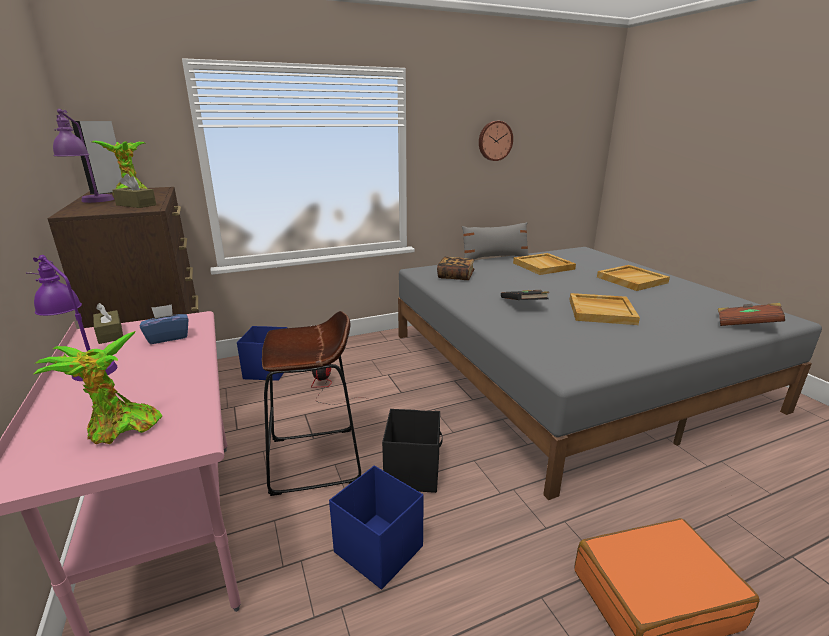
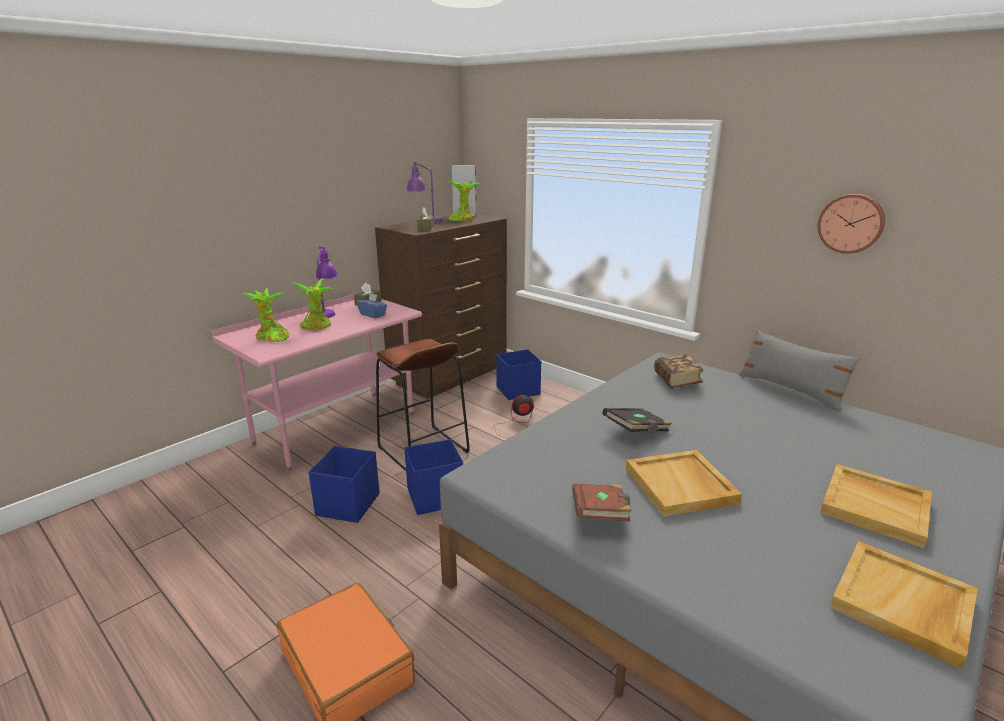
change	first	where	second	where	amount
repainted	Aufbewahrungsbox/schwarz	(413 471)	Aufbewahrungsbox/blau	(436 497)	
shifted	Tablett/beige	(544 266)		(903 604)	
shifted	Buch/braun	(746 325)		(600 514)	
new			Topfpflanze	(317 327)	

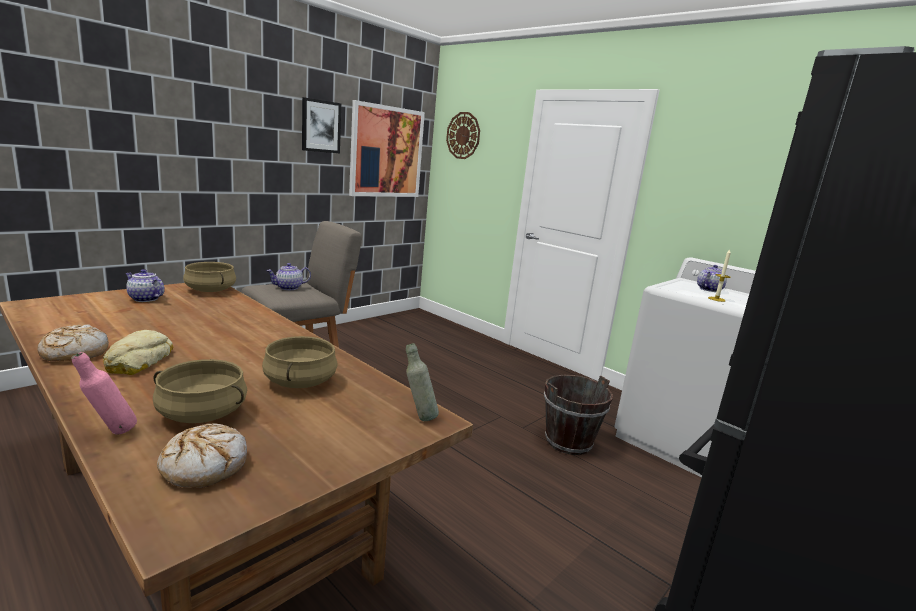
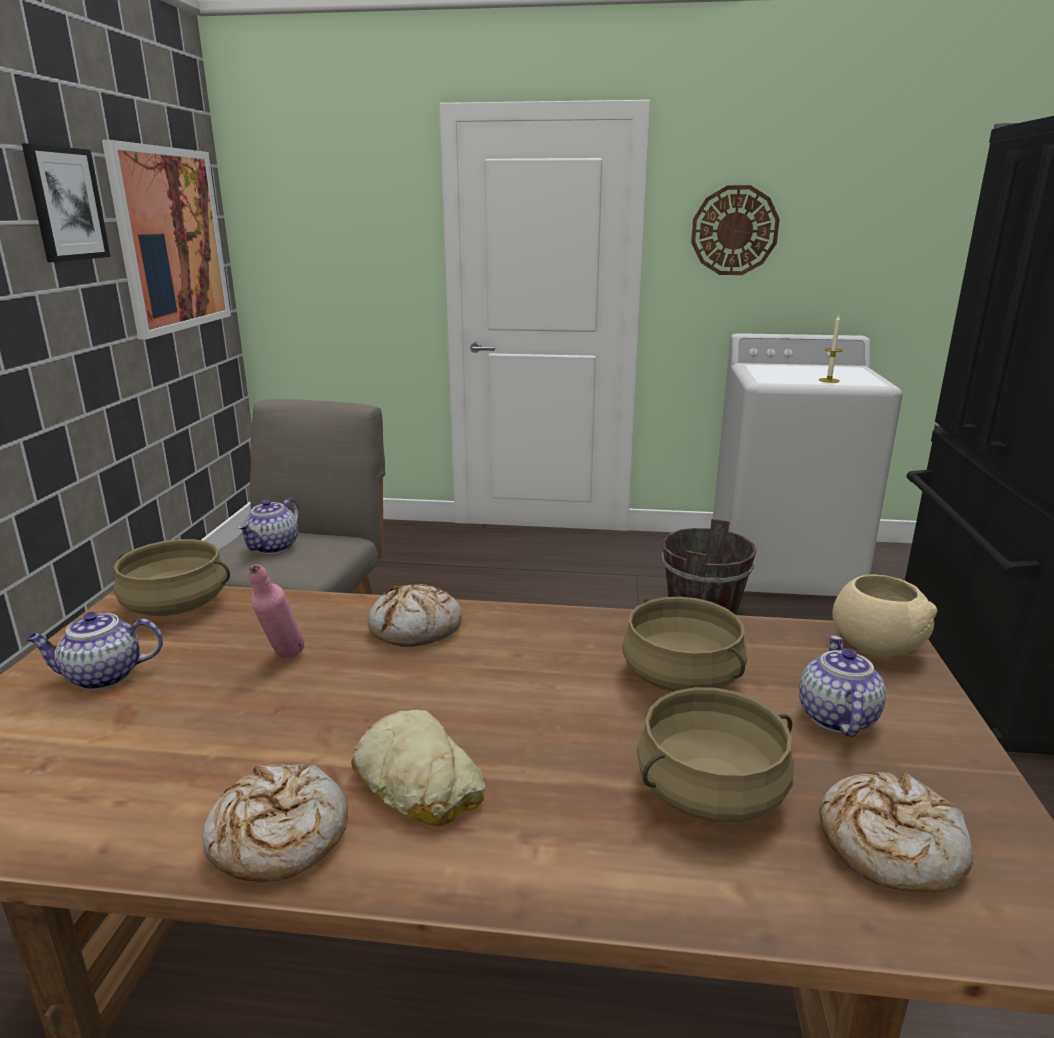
change	first	where	second	where	amount
shifted	Flasche/rosa	(110 434)		(282 661)	
swapped	Flasche/grau	(419 417)	Schüssel/beige	(875 647)	
shifted	Wanduhr	(463 135)		(734 231)	
shifted	Teekanne	(709 289)		(835 717)	
new			Brot	(416 628)	

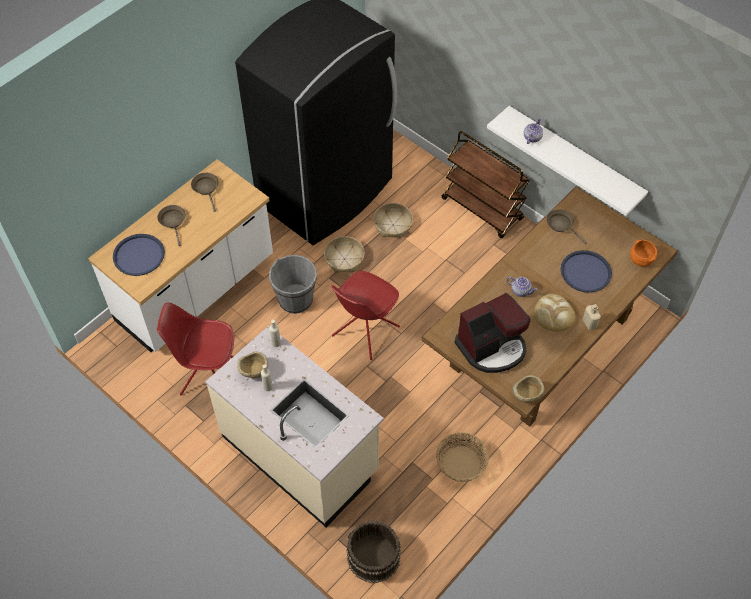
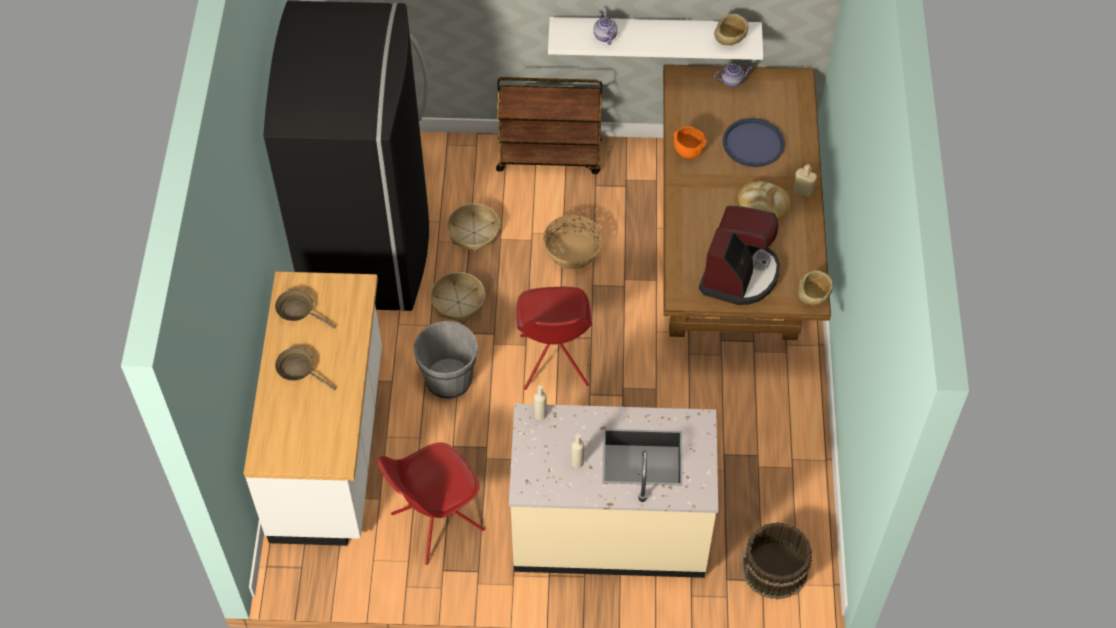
change	first	where	second	where	amount
gone	Tablett/blau	(139 255)			
shifted	Schüssel/beige	(254 372)		(730 41)	
shifted	Korb	(461 464)		(573 251)	
shifted	Teekanne	(520 290)		(731 81)	
gone	Pfanne/braun	(561 225)			
shifted	Schüssel/orange	(640 259)		(687 151)	

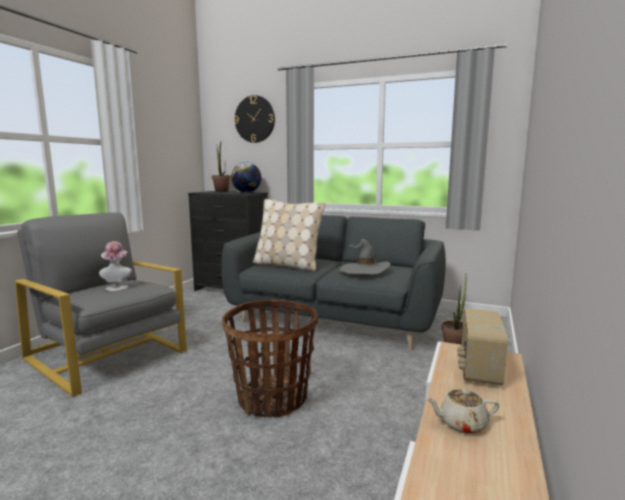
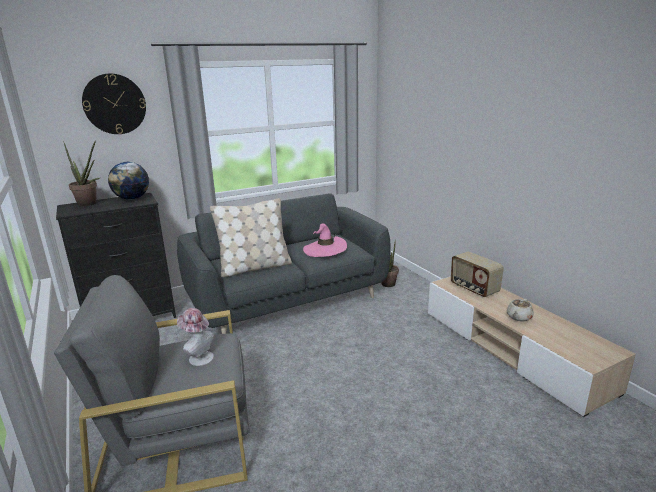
change	first	where	second	where	amount
gone	Korb	(272 399)			
repainted	Hut/grau	(364 271)	Hut/rosa	(325 249)	

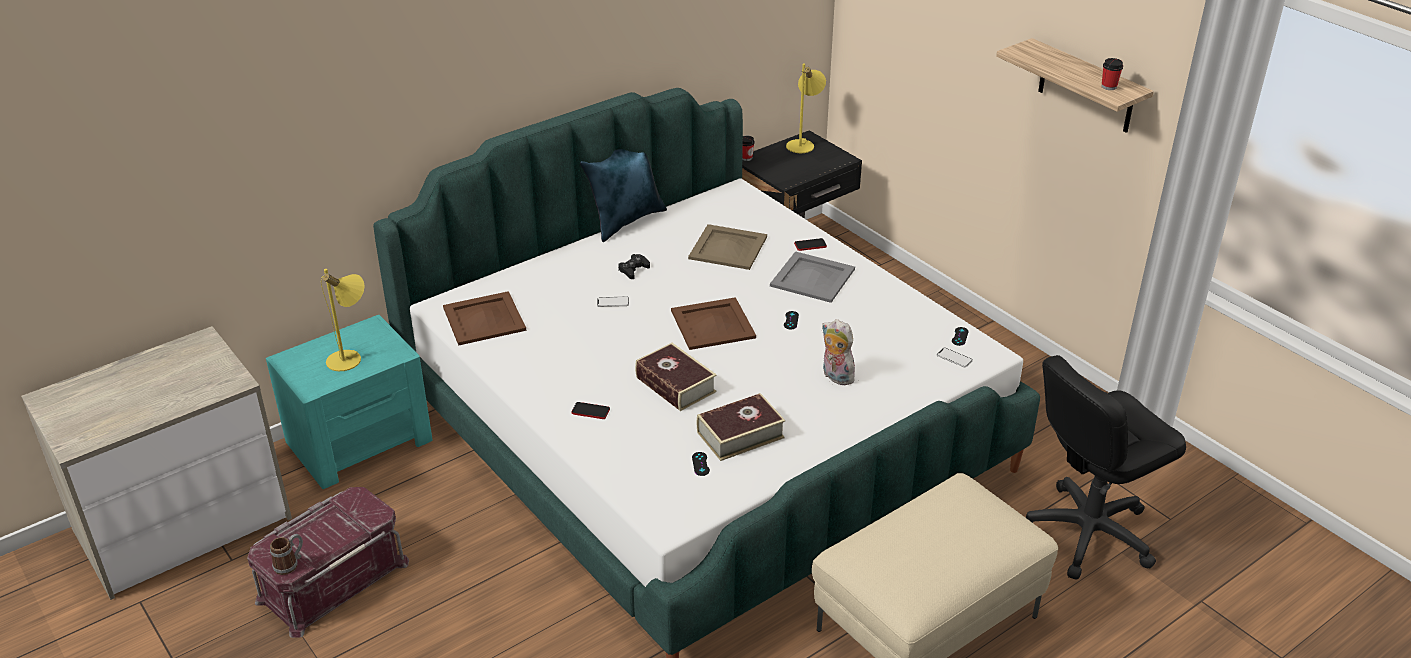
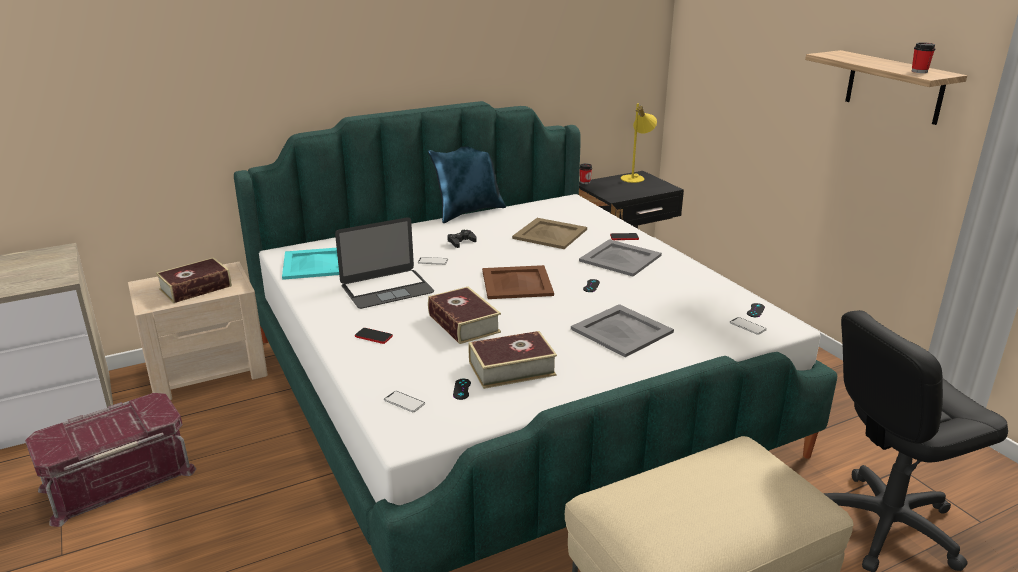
change	first	where	second	where	amount
repainted	Nachttisch/türkis	(360 441)	Nachttisch/beige	(207 370)	
gone	Henkelbecher	(290 564)			
swapped	Tischlampe/gelb	(350 358)	Buch	(195 288)	
repainted	Tablett/braun	(484 318)	Tablett/türkis	(316 263)	
swapped	Plüschtier	(835 377)	Tablett/grau	(622 331)	
new			Laptop	(387 289)	
new			Handy	(404 402)	

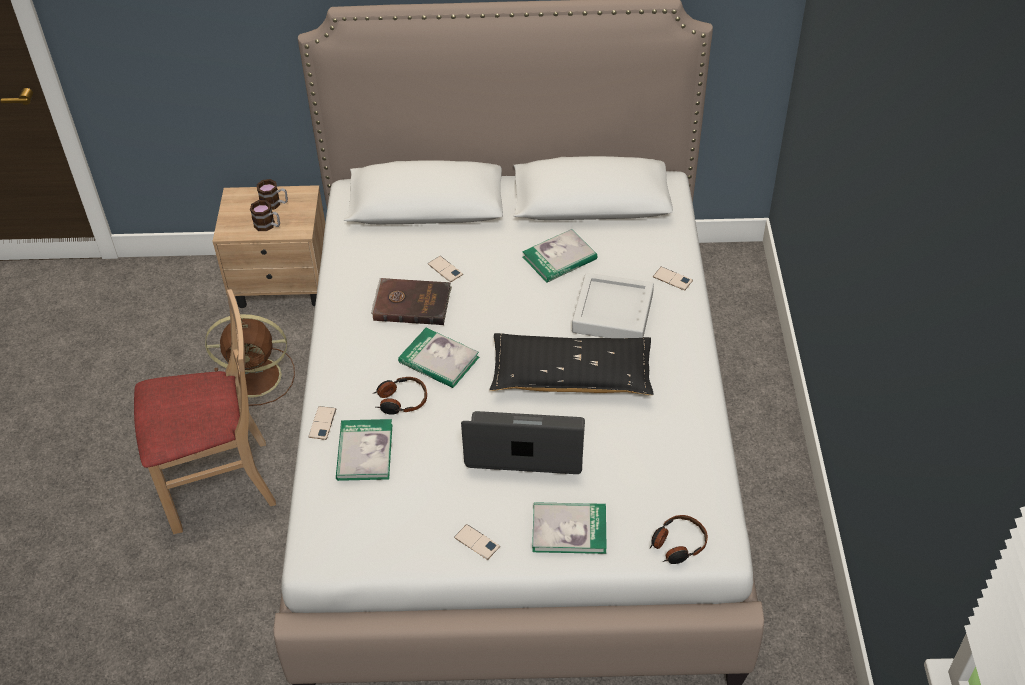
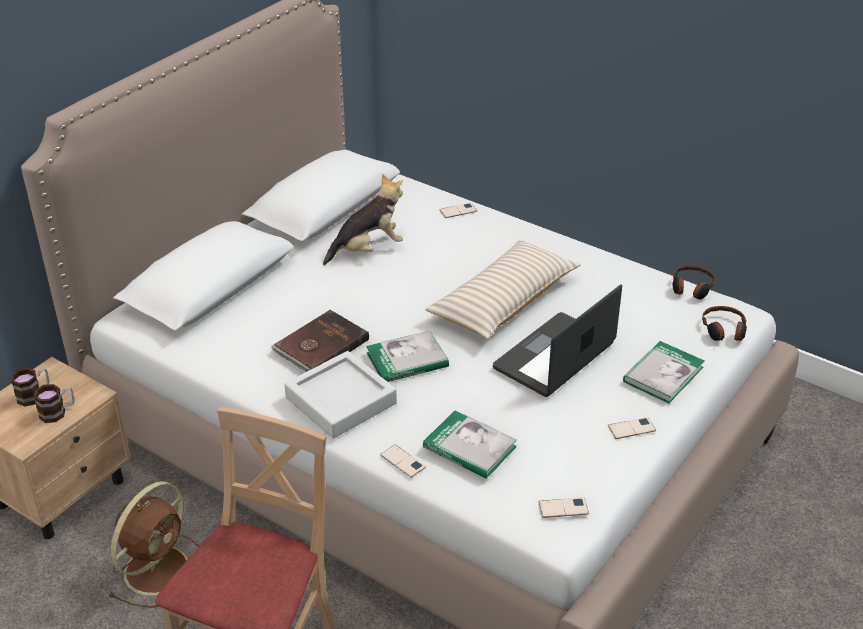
change	first	where	second	where	amount
shifted	Kopfhörer	(401 401)		(691 288)	
shifted	Handy	(445 269)		(563 508)	
repainted	Kissen/schwarz	(571 376)	Kissen/beige	(504 302)	
swapped	Buch	(559 258)	Plüschtier	(368 249)	
shifted	Tablett/grau	(612 313)		(341 400)	

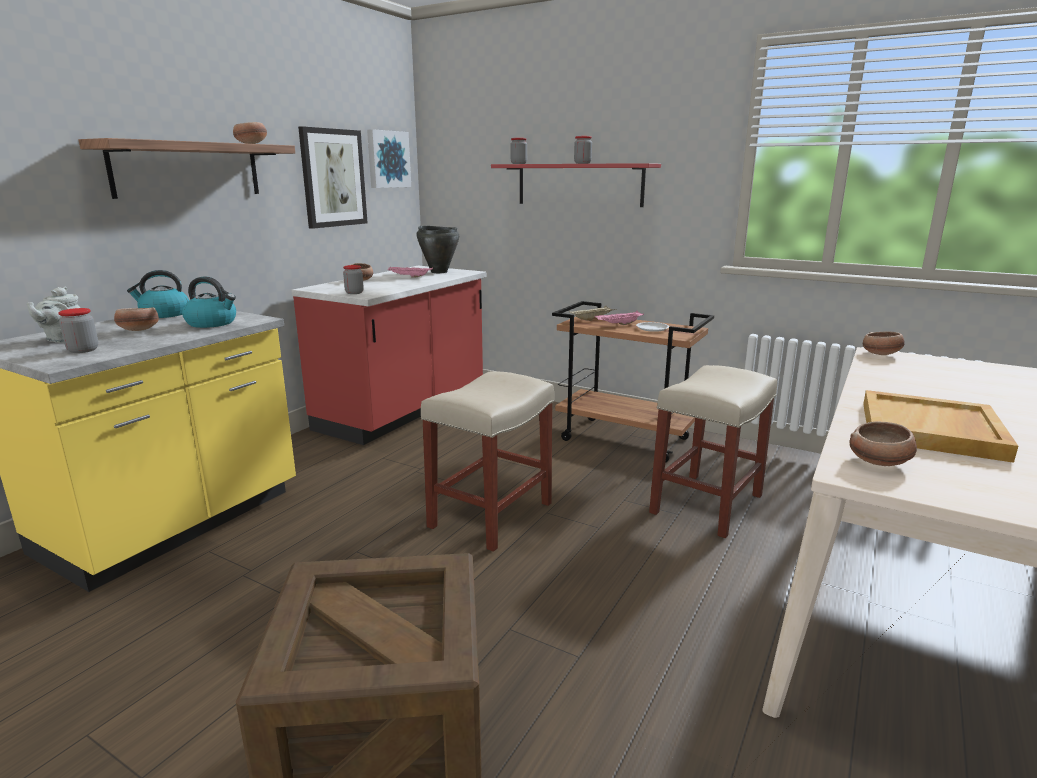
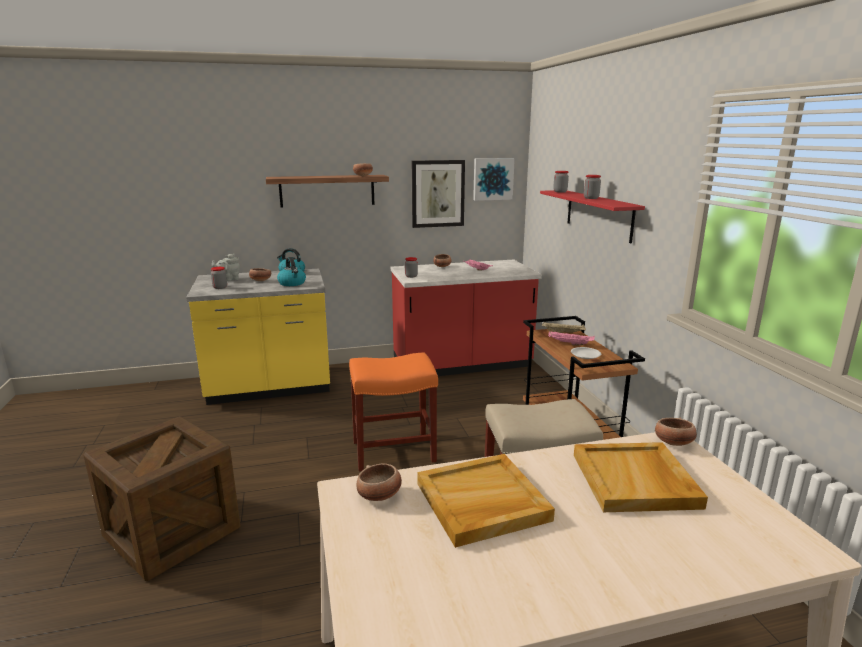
change	first	where	second	where	amount
gone	Kochtopf/schwarz	(439 272)			
repainted	Hocker/beige	(491 514)	Hocker/orange	(395 451)	
new			Tablett/beige	(635 480)	

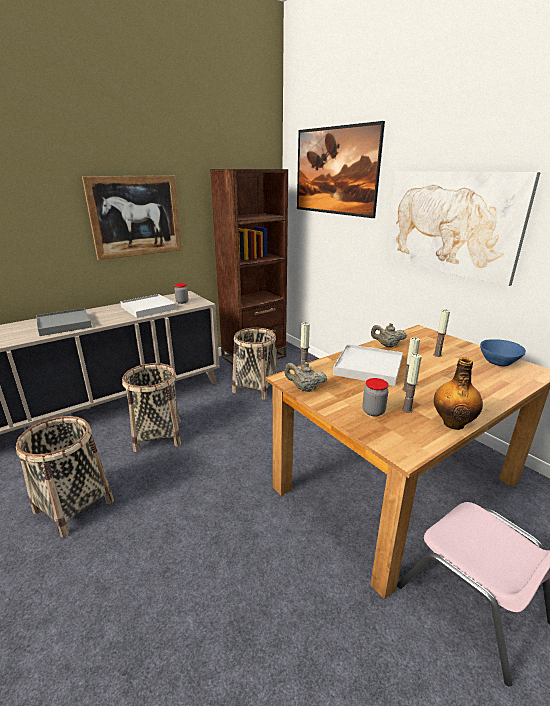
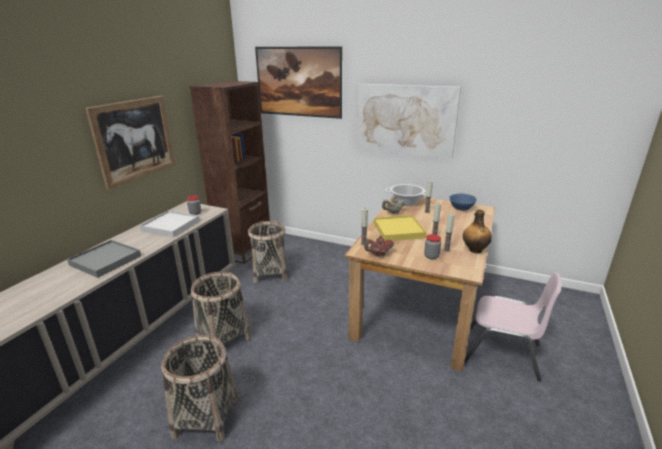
change	first	where	second	where	amount
repainted	Teekanne/beige	(304 389)	Teekanne/rot	(378 255)	
repainted	Tablett/weiß	(368 367)	Tablett/gelb	(398 230)	
new			Kochtopf	(406 202)	

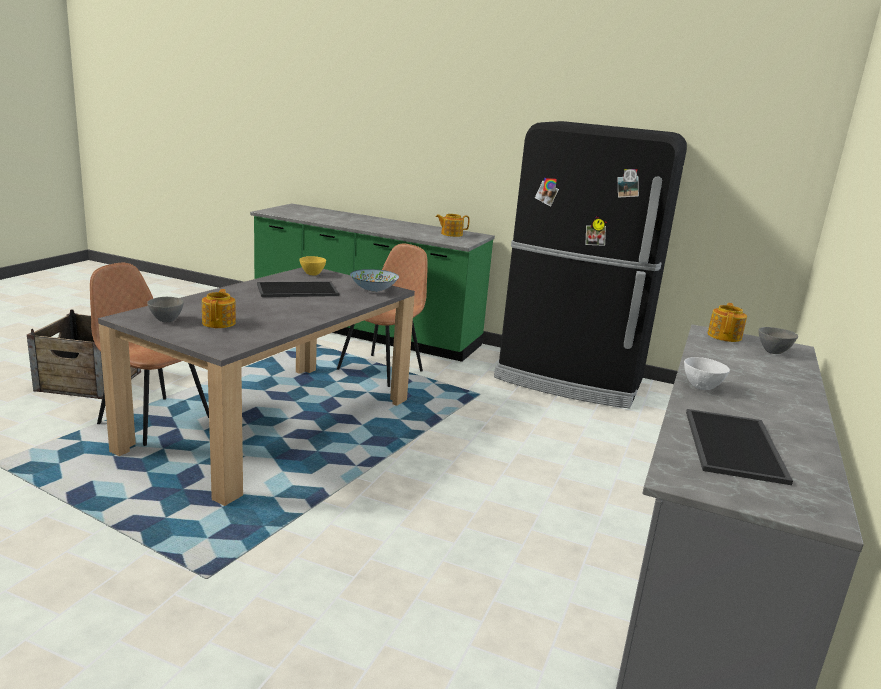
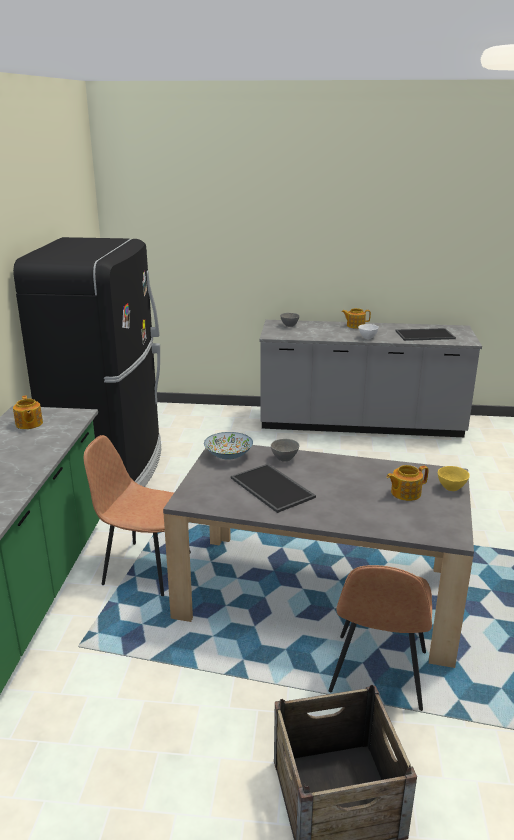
change	first	where	second	where	amount
shifted	Schüssel/grau	(166 320)		(284 459)	
shifted	Schüssel/gelb	(312 274)		(451 488)	
shifted	Teekanne	(725 336)		(355 325)	

